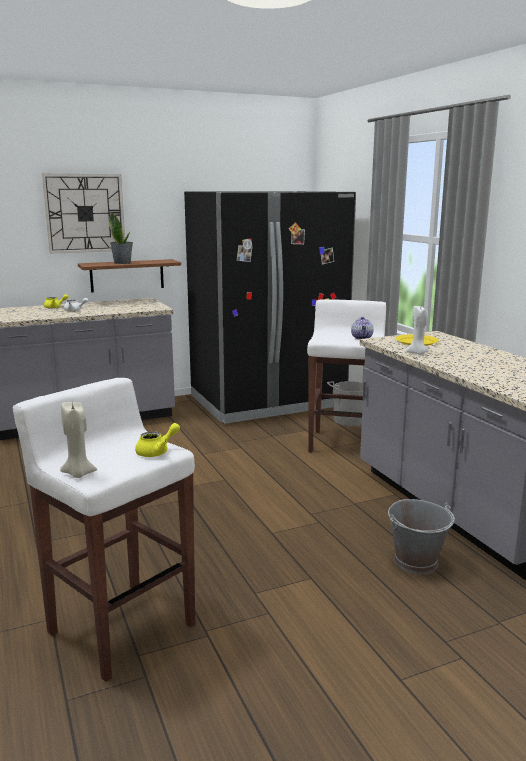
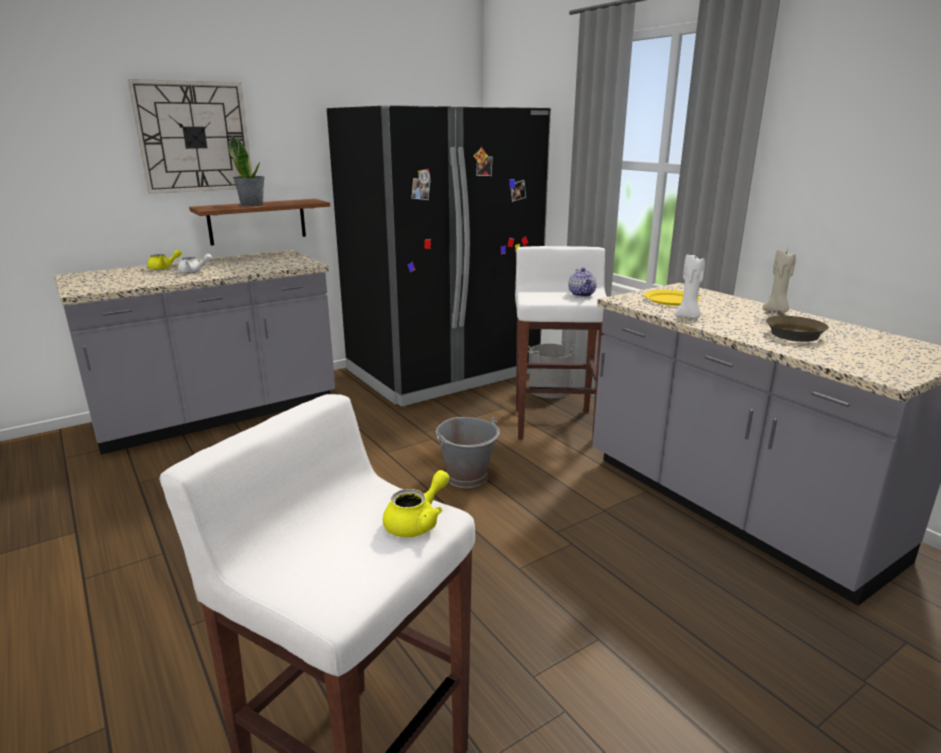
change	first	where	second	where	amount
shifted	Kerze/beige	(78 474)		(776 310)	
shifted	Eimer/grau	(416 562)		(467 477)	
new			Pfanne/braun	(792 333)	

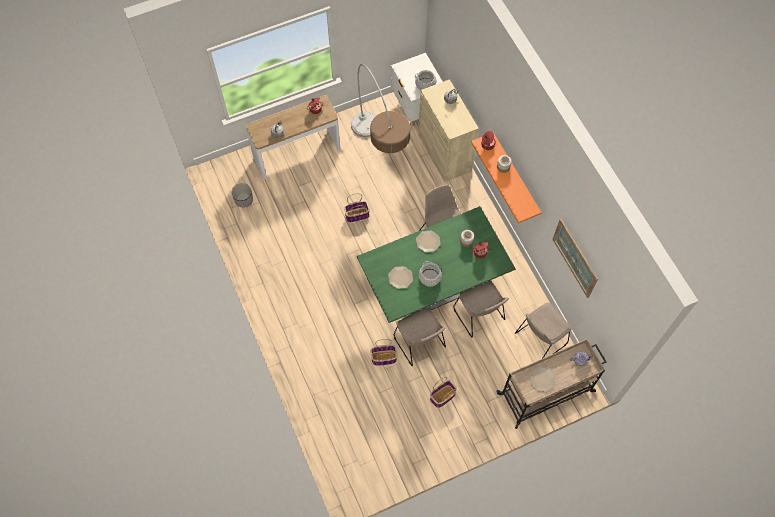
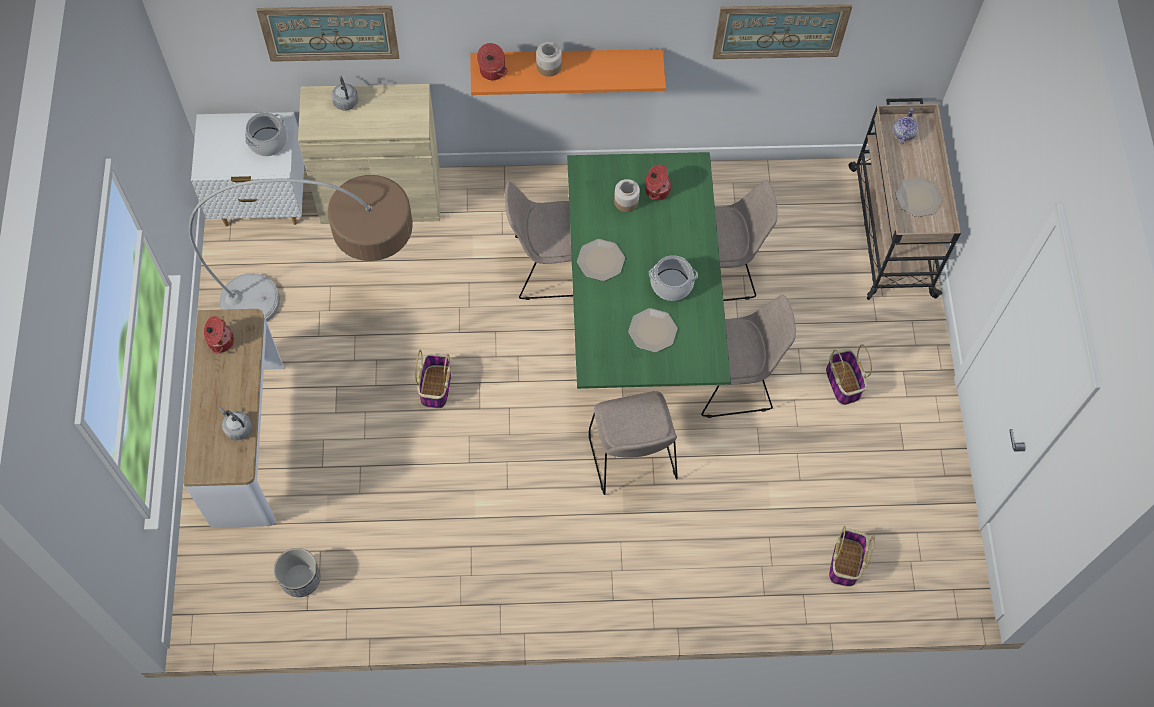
change	first	where	second	where	amount
shifted	Korb	(383 358)		(845 563)	
shifted	Stuhl/beige	(539 339)		(632 459)	
new			Bild	(329 32)	

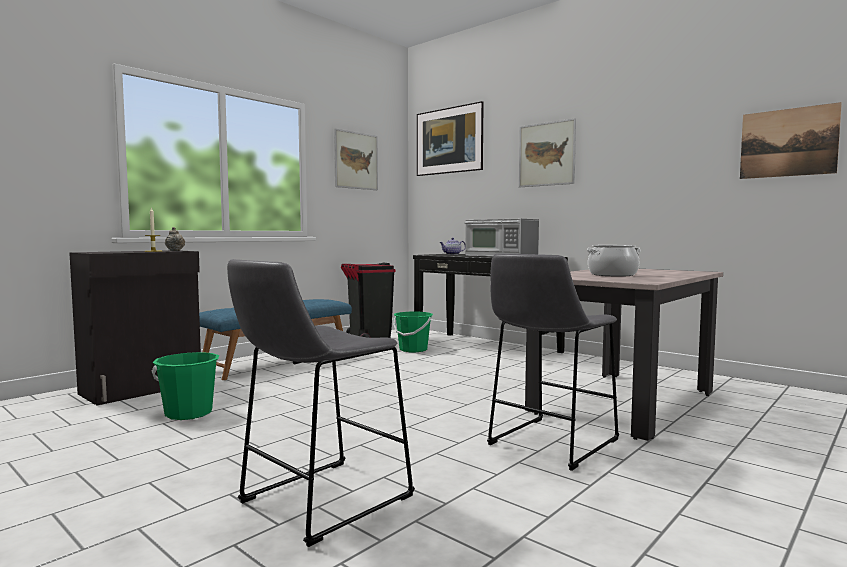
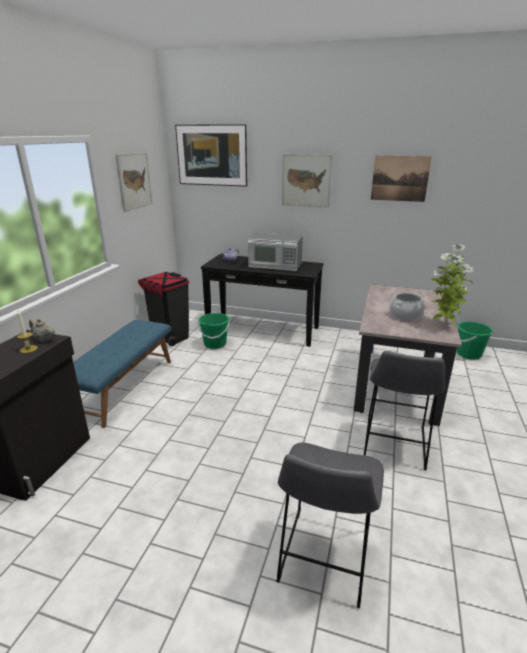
change	first	where	second	where	amount
shifted	Eimer/grün	(189 413)		(468 354)	
shifted	Bild	(788 142)		(400 178)	
new			Topfpflanze	(443 325)	

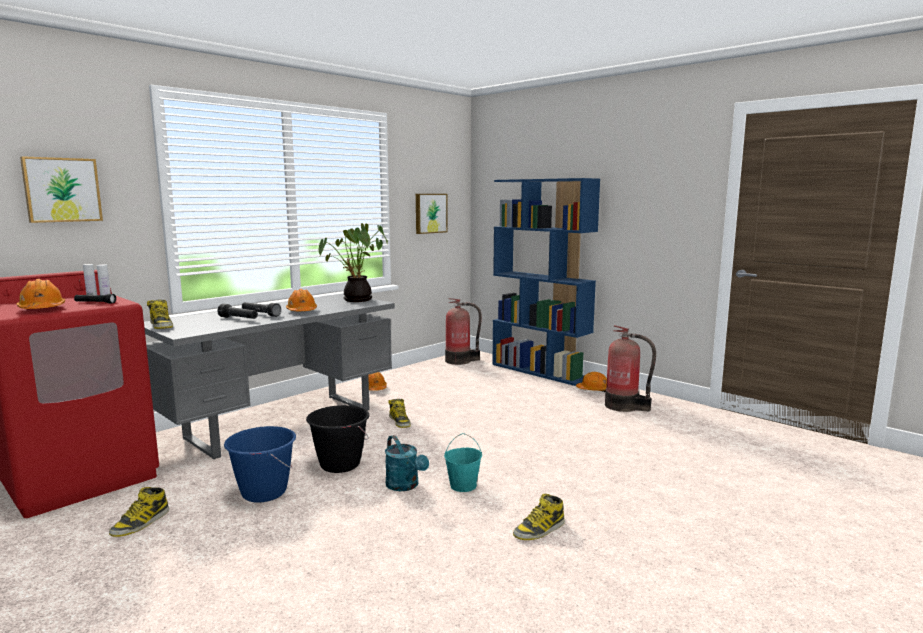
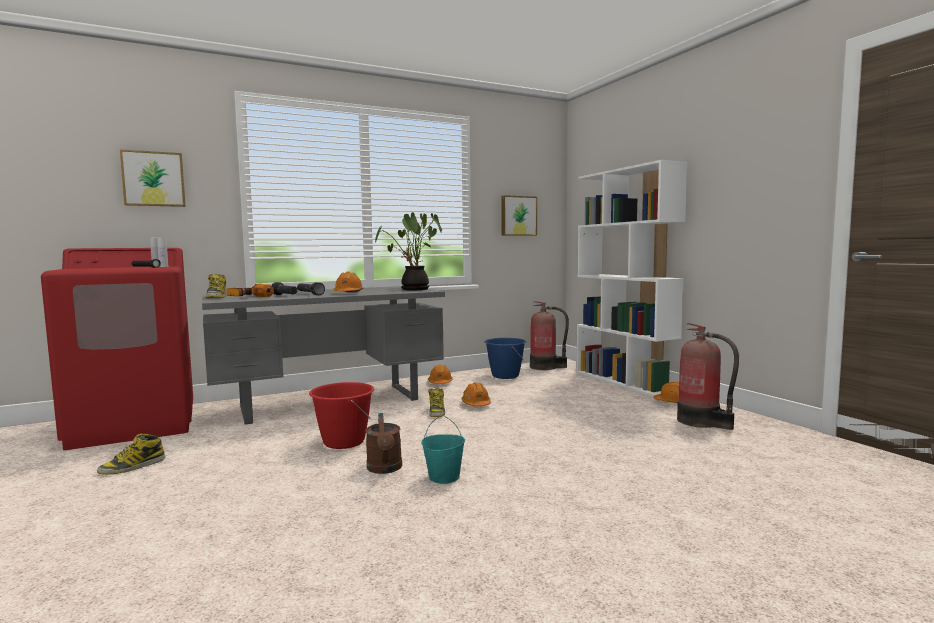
change	first	where	second	where	amount
shifted	Schutzhelm/orange	(42 309)		(476 404)	
shifted	Eimer/blau	(264 492)		(505 376)	
repainted	Eimer/schwarz	(339 464)	Eimer/rot	(343 442)	
repainted	Gießkanne/türkis	(405 486)	Gießkanne/braun	(385 469)	
repainted	Bücherregal/blau	(540 371)	Bücherregal/weiß	(624 382)	
gone	Stiefel	(539 530)			
new			Bohrmaschine	(248 297)	

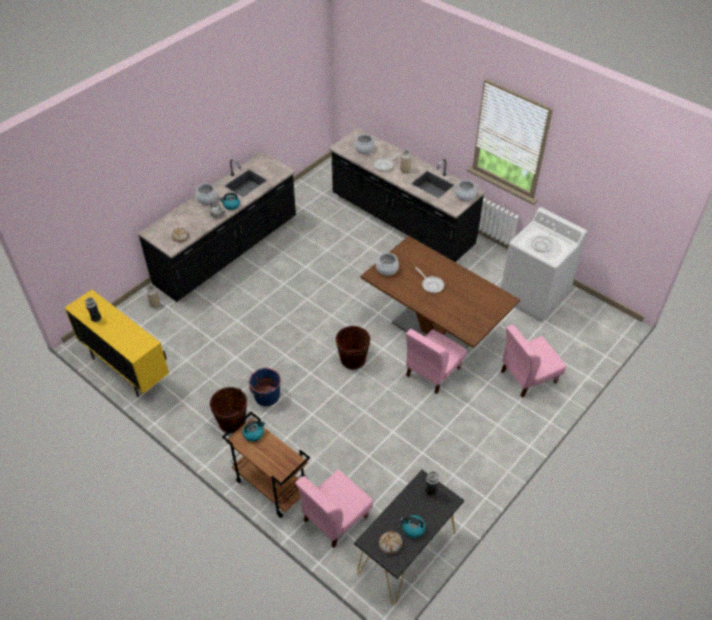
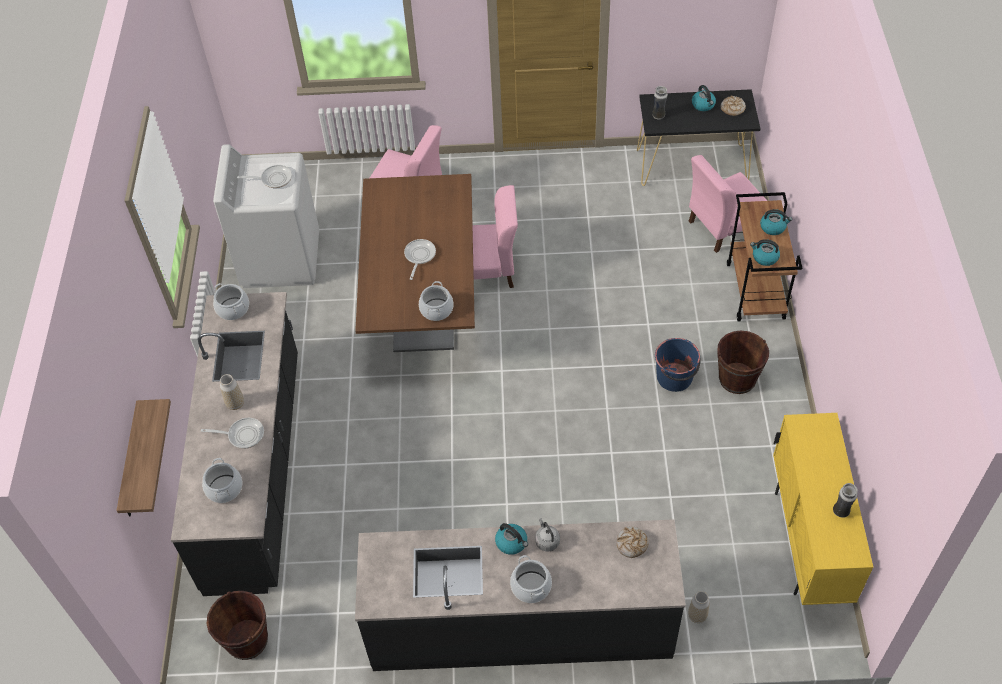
change	first	where	second	where	amount
rotated	Stuhl/rosa	(335 518)		(724 226)	150 degrees clockwise
shifted	Eimer/braun	(353 359)		(247 640)	
new			Wandregal	(131 463)	
new			Wasserkessel	(773 227)	

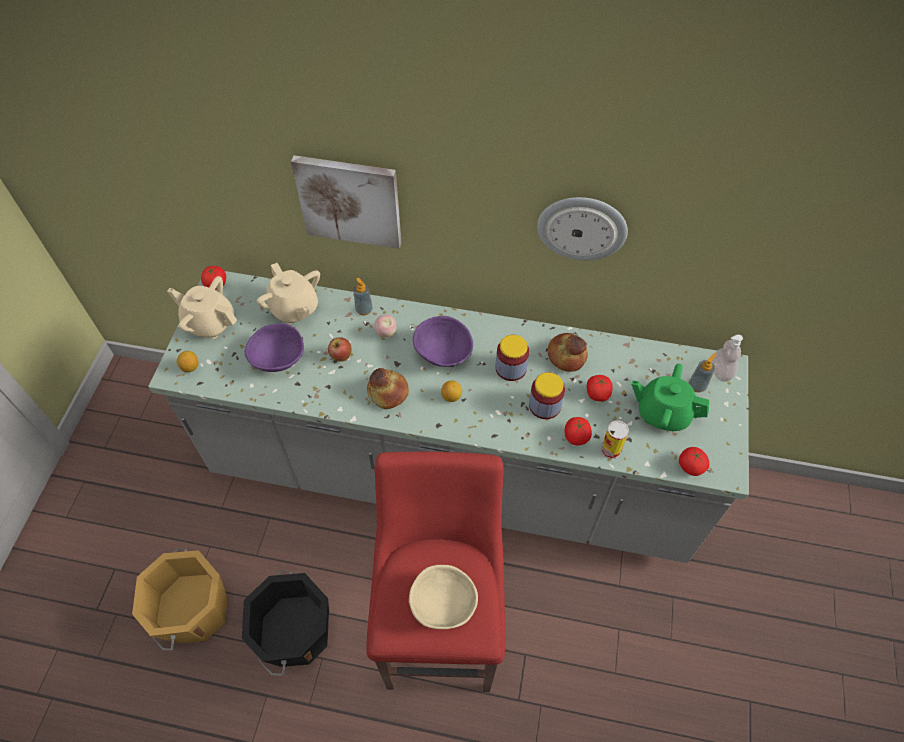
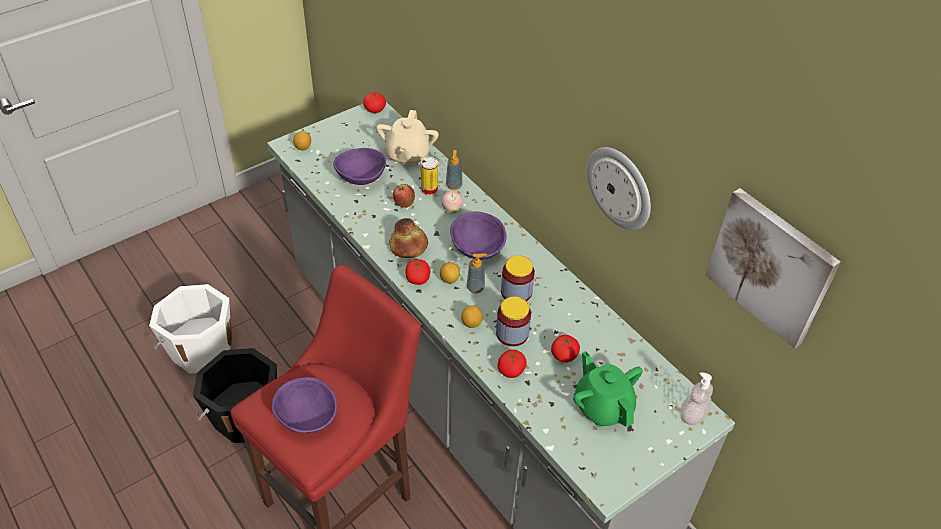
change	first	where	second	where	amount
repainted	Eimer/orange	(194 612)	Eimer/weiß	(201 350)	
gone	Teekanne/beige	(210 323)			
shifted	Bild	(350 200)		(771 266)	
repainted	Schüssel/beige	(443 604)	Schüssel/lila	(307 418)	
gone	Brot	(567 356)			
shifted	Dose	(610 450)		(429 190)	
shifted	Tomate	(690 466)		(418 279)	
shifted	Seifenspender	(697 386)		(475 287)	
new			Zitrone	(471 323)	

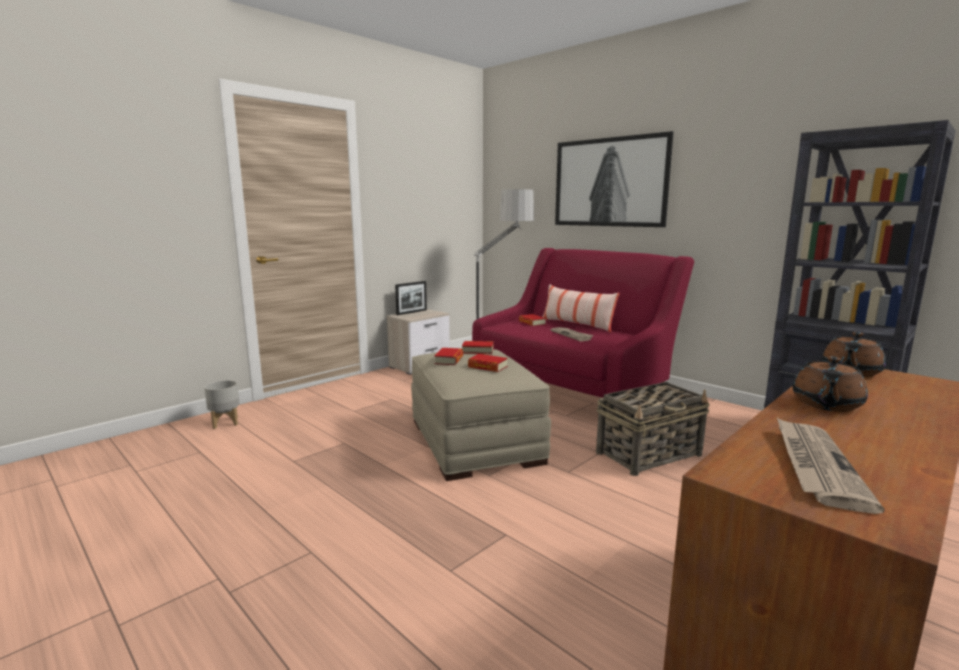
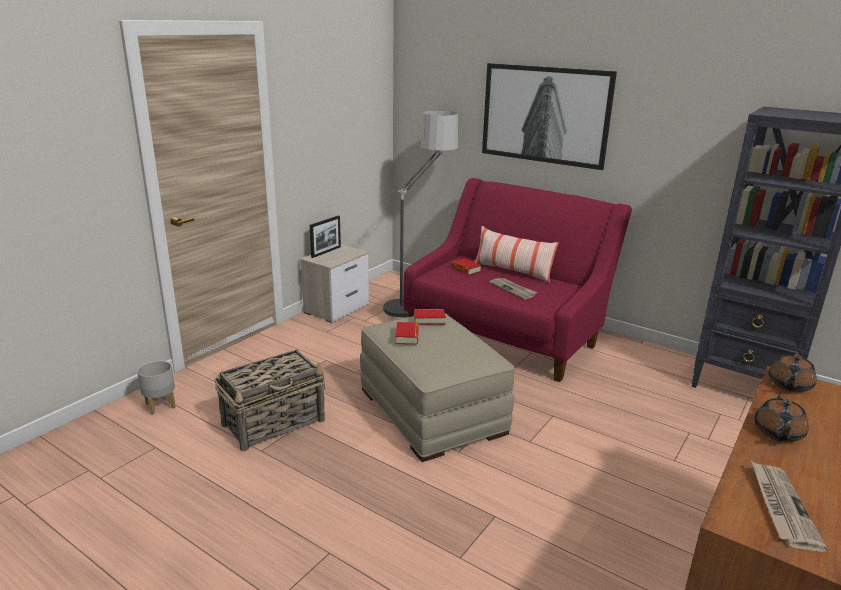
change	first	where	second	where	amount
gone	Buch	(487 367)			
shifted	Korb	(649 454)		(275 422)	

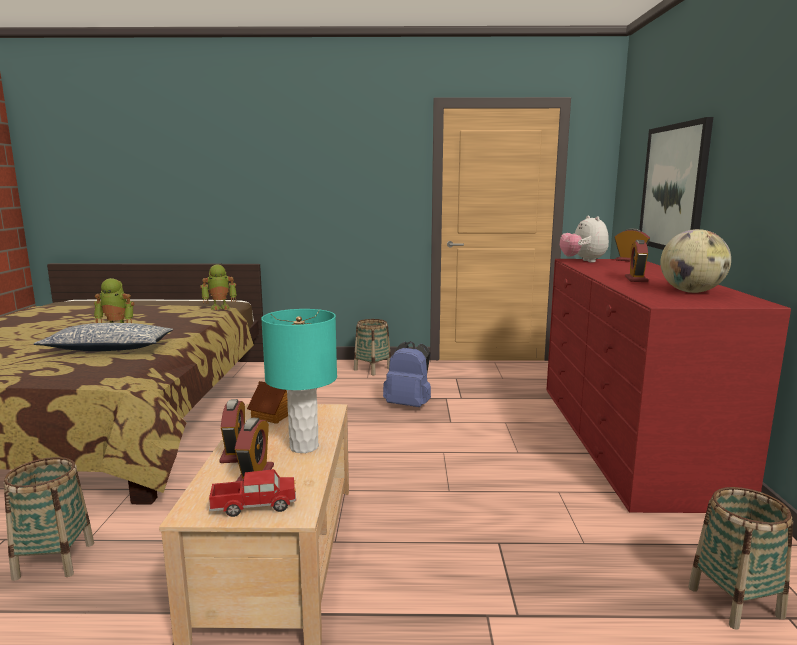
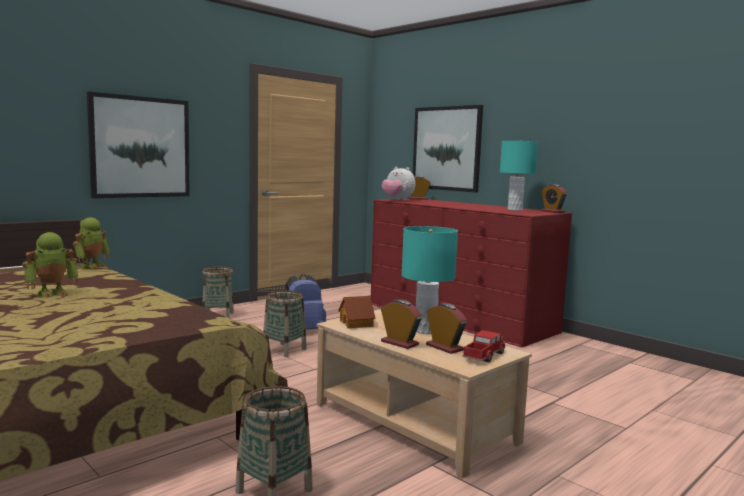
change	first	where	second	where	amount
gone	Kissen	(109 349)			
shifted	Wecker	(636 279)		(552 211)	
swapped	Globus	(691 292)	Tischlampe/türkis	(515 210)	
shifted	Korb	(735 602)		(284 350)	
new			Bild	(140 147)	

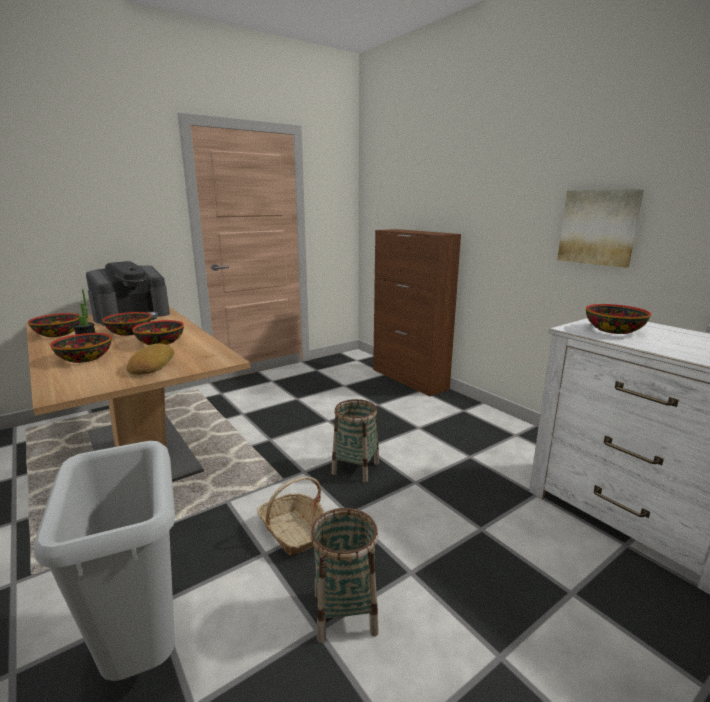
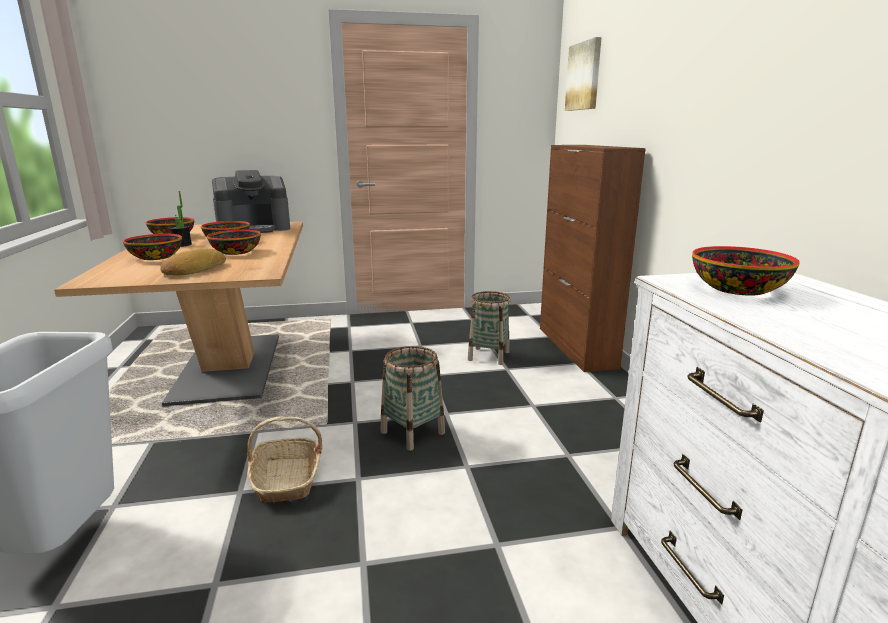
change	first	where	second	where	amount
shifted	Korb	(345 612)		(489 356)	
shifted	Bild	(598 227)		(584 76)	

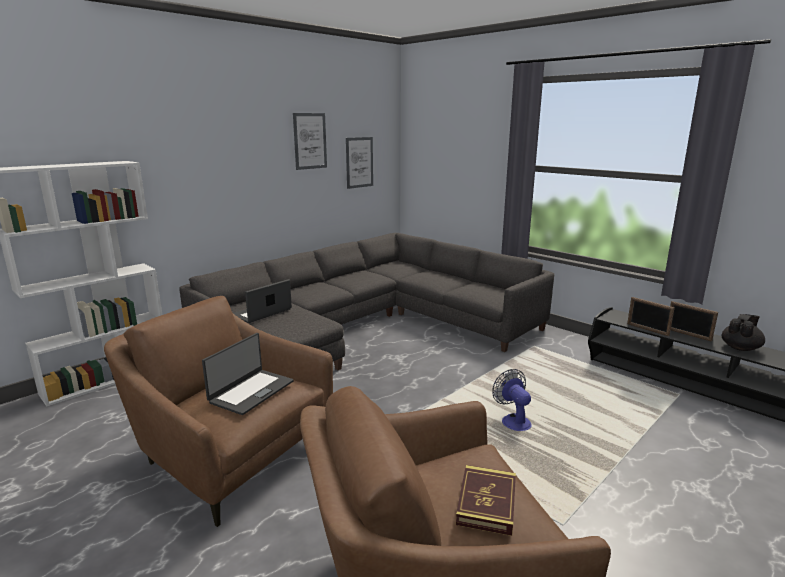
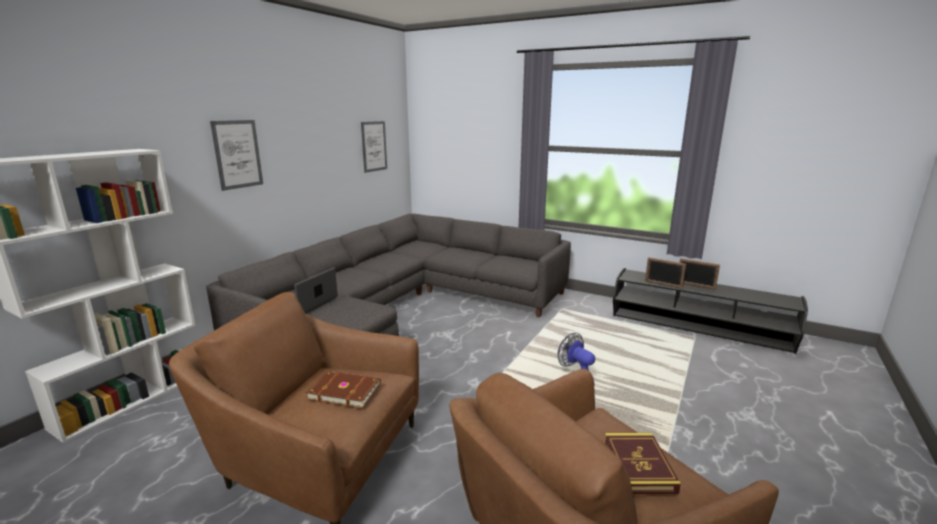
change	first	where	second	where	amount
swapped	Laptop	(251 391)	Buch/braun	(345 391)	
shifted	Bild	(310 141)		(237 154)	
gone	Teekanne/schwarz	(740 348)			

